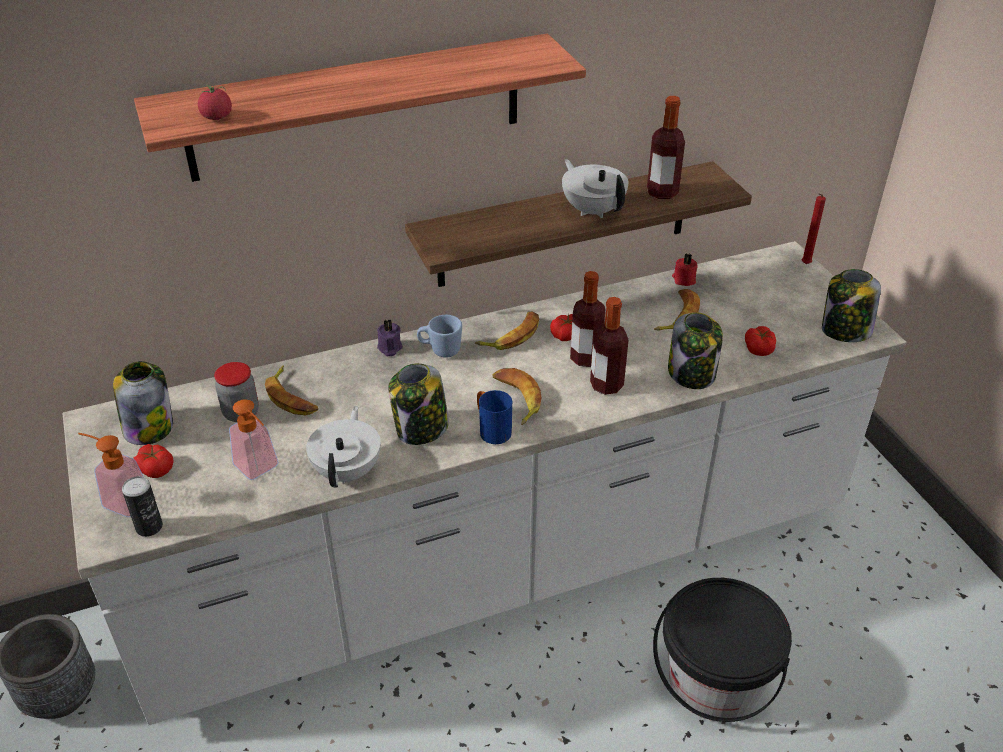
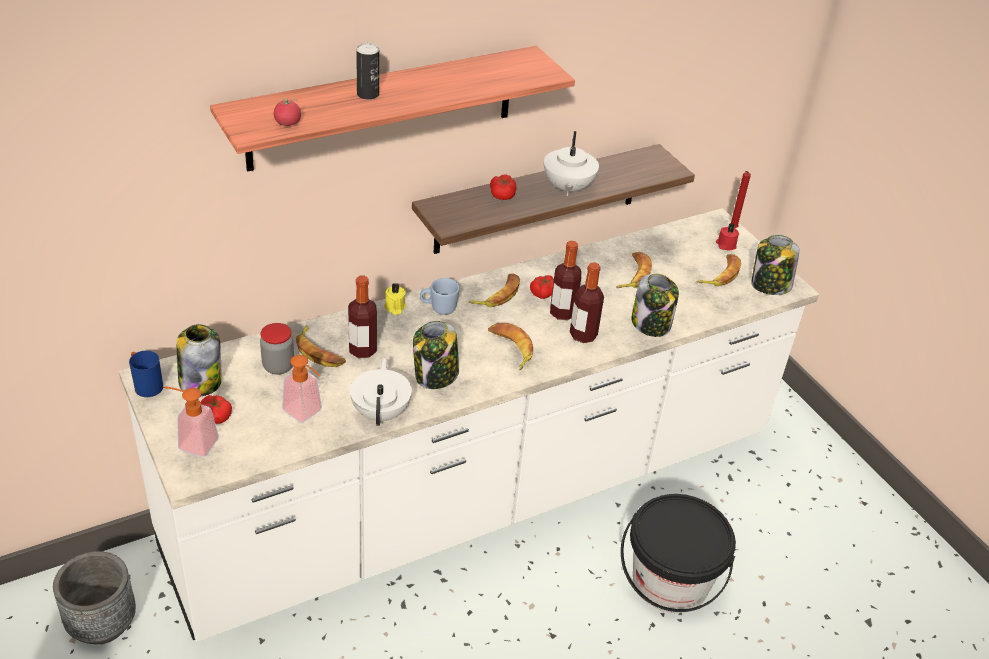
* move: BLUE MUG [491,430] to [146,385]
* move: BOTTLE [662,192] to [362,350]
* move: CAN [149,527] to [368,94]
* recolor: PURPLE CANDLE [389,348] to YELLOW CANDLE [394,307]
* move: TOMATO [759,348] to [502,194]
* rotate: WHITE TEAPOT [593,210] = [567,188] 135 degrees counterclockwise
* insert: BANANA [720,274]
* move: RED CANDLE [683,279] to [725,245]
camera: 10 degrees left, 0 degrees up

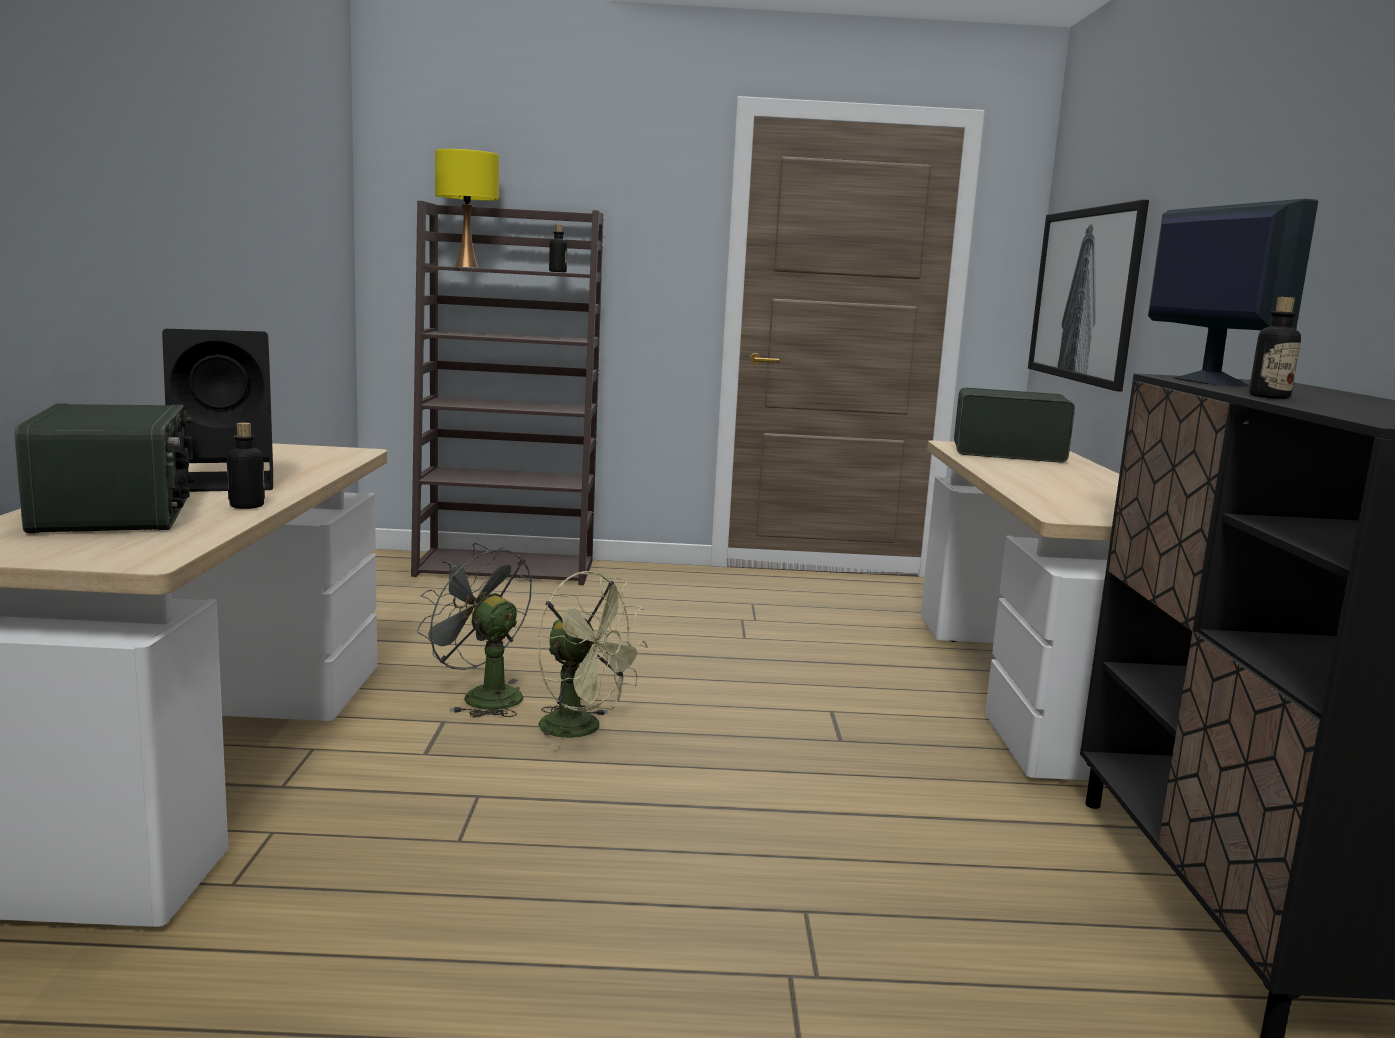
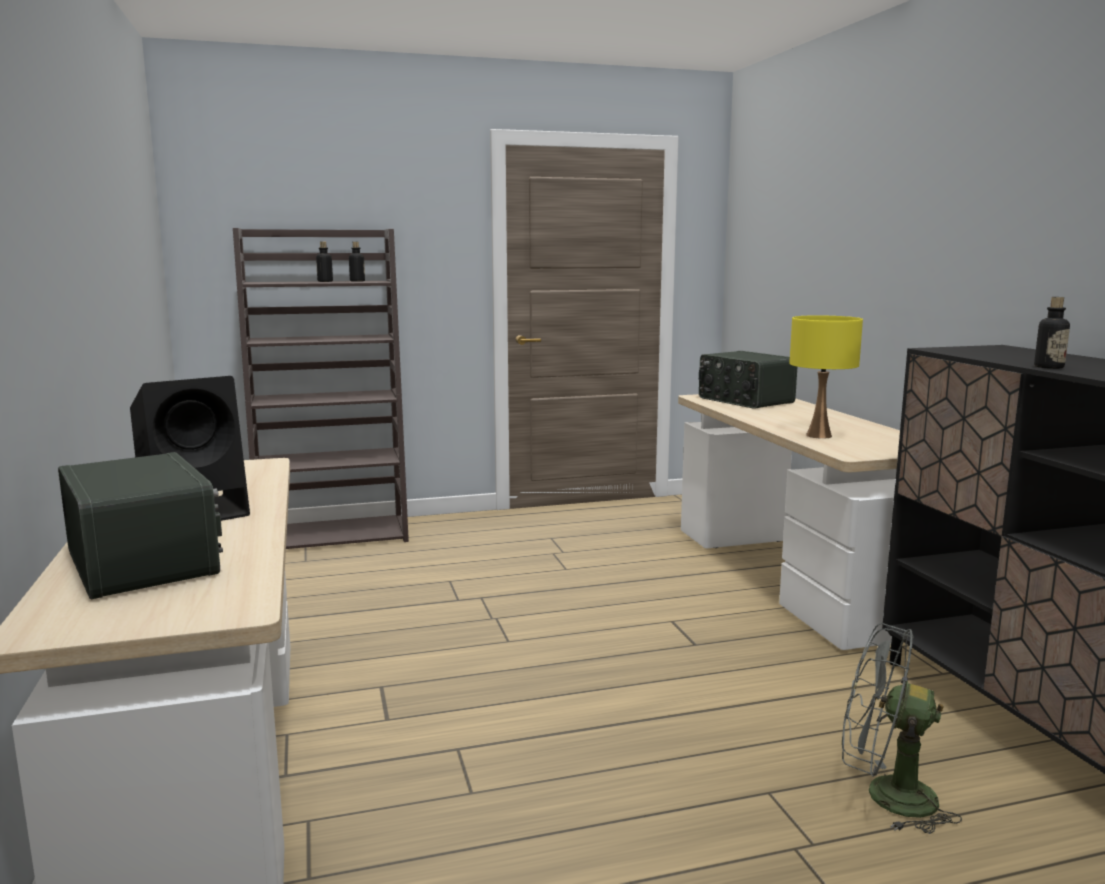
* move: BOTTLE [247,506] to [325,281]
* rotate: RADIO [1008,453] = [744,400] 120 degrees counterclockwise
* move: YELLOW TABLE LAMP [466,267] to [818,435]
* move: GREY FAN [481,696] to [885,796]
* delete: GREEN FAN [583,729]
* delete: PICTURE [1086,295]
* delete: MONITOR [1208,381]
camera: 15 degrees left, 0 degrees up

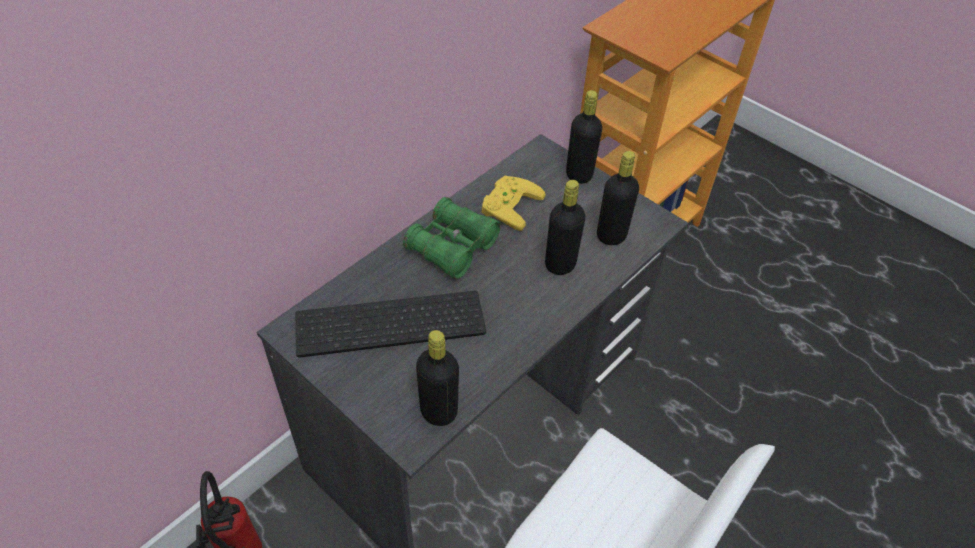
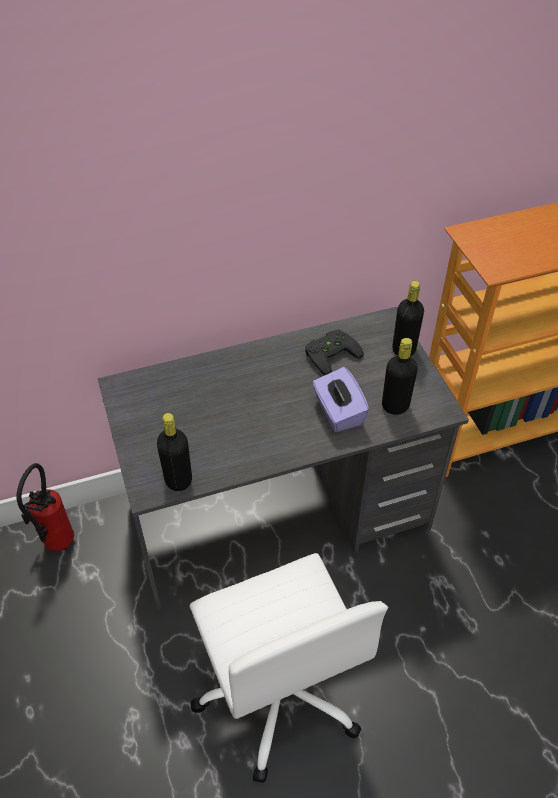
* recolor: YELLOW GAME CONTROLLER [508,204] to BLACK GAME CONTROLLER [330,353]
* replace: BLACK BOTTLE [560,264] to PURPLE TISSUE BOX [338,412]
* delete: KEYBOARD [388,327]
* delete: GREEN BINOCULARS [452,247]
camera: 30 degrees right, 0 degrees up

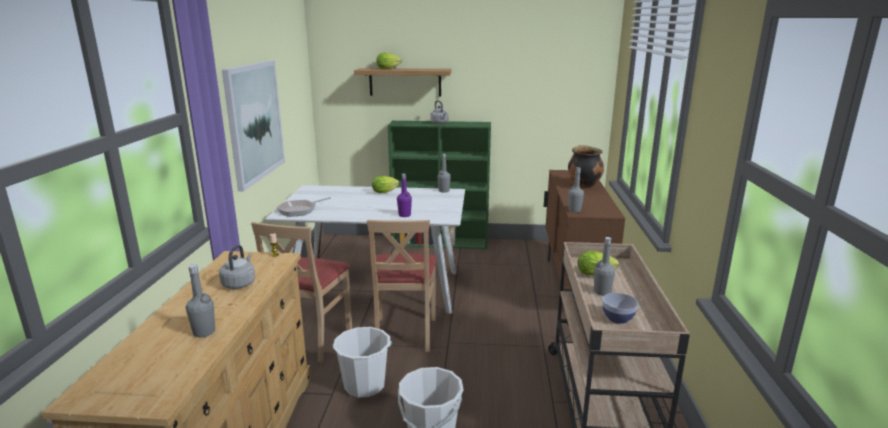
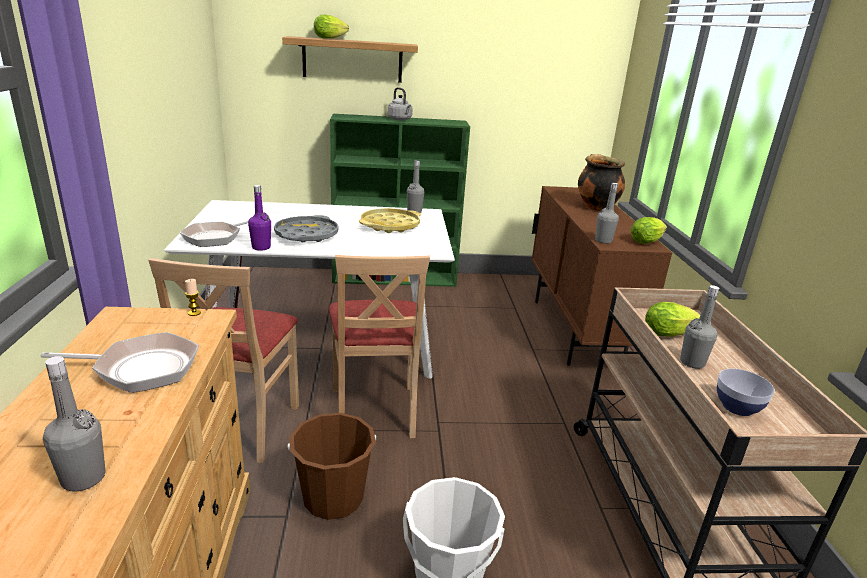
* replace: GREY KETTLE [239,283] to FRYING PAN [141,368]
* move: PURPLE BOTTLE [404,215] to [261,247]
* insert: GREY TRAY [306,235]
* recolor: WHITE BUCKET [364,385] to BROWN BUCKET [333,498]
* insert: YELLOW TRAY [390,225]
* move: LETTUCE [386,192] to [647,242]
* delete: PICTURE [254,121]
camera: 10 degrees left, 5 degrees up

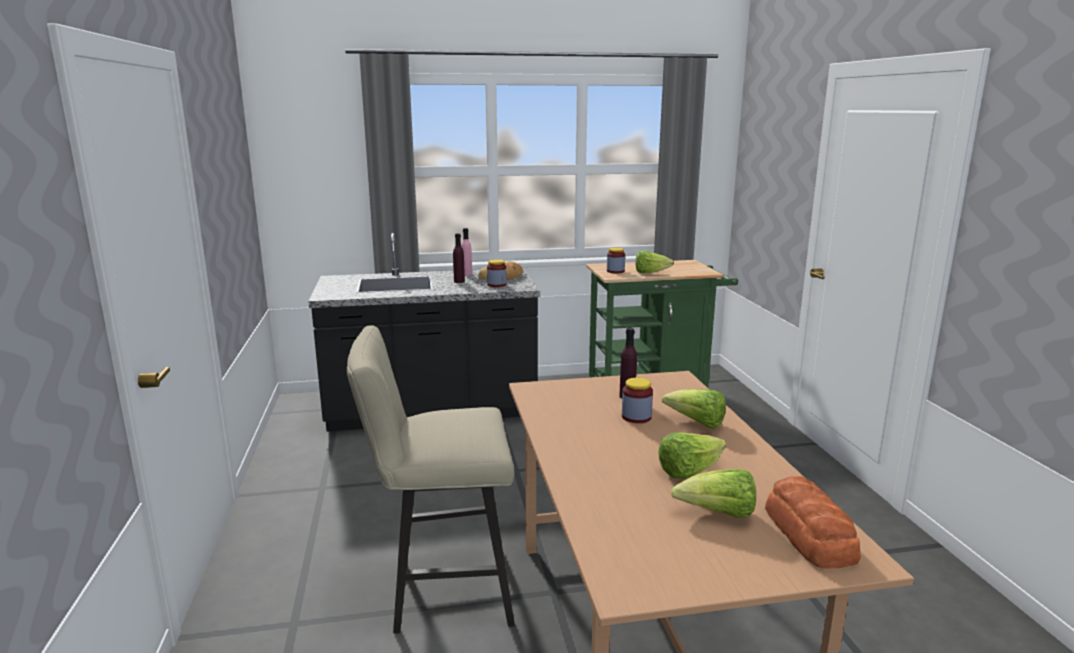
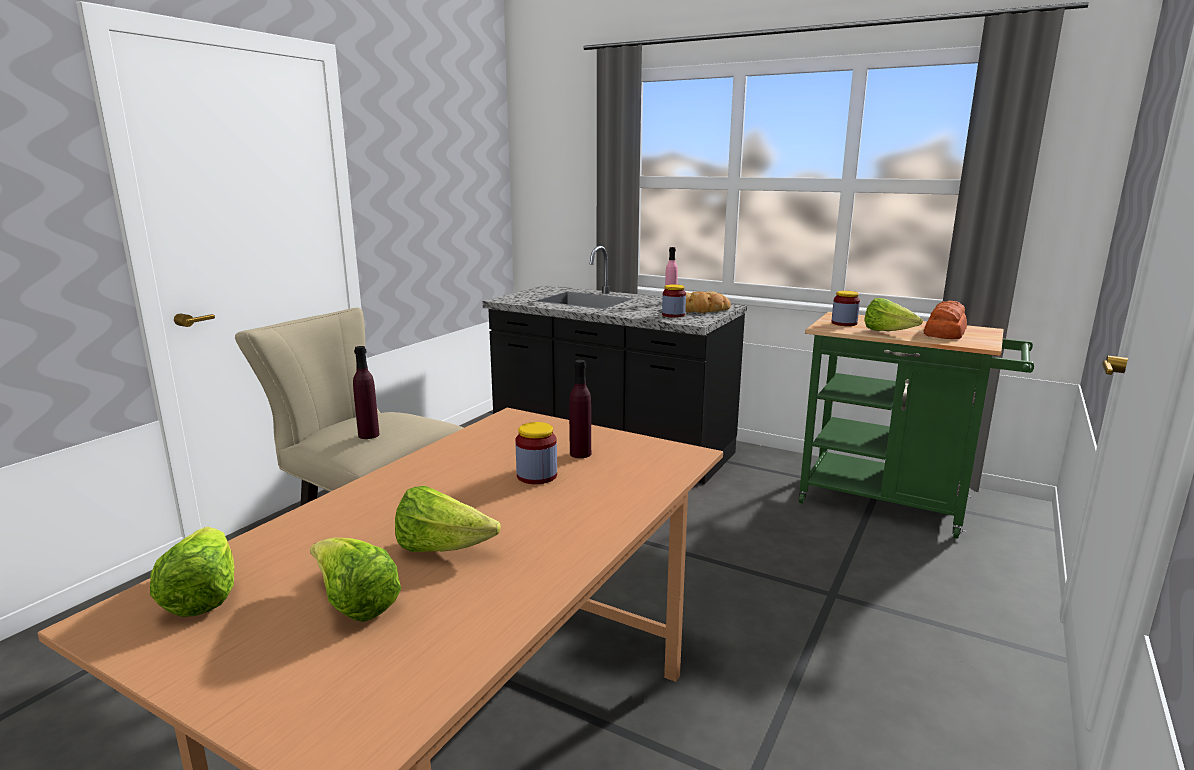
* move: LETTUCE [696,423] to [203,595]
* move: PURPLE BOTTLE [459,281] to [368,435]
* move: BREAD [809,535] to [944,331]
camera: 40 degrees right, 0 degrees up

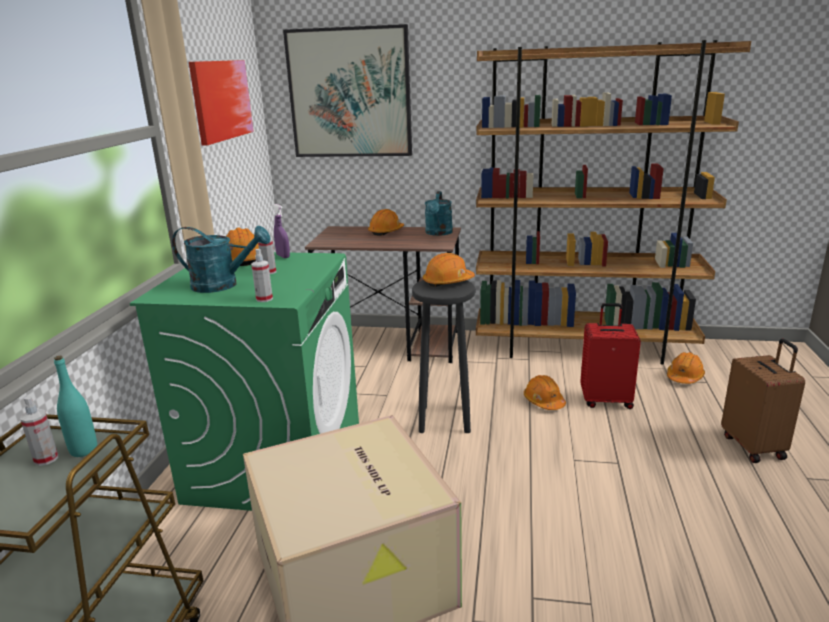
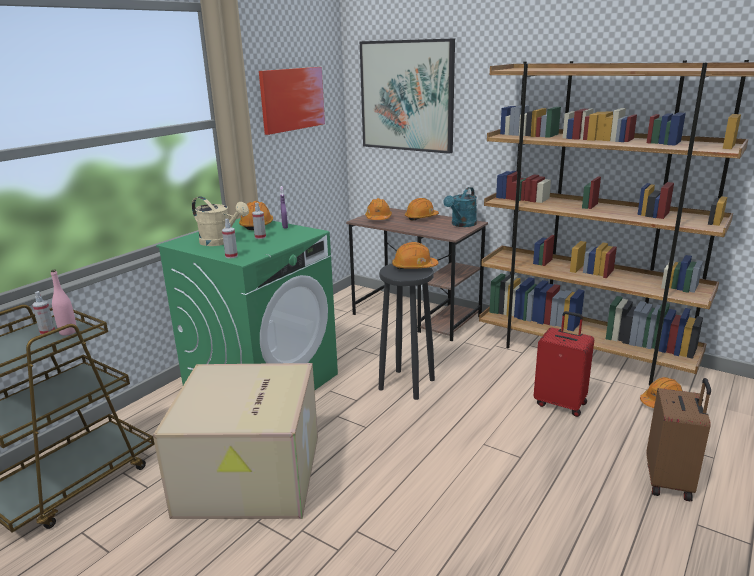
* recolor: TURQUOISE BOTTLE [84,450] to PINK BOTTLE [68,332]
* recolor: TURQUOISE WATERING CAN [223,285] to BEIGE WATERING CAN [221,242]
* move: ORANGE HARD HAT [544,401] to [378,218]
camera: 25 degrees right, 0 degrees up

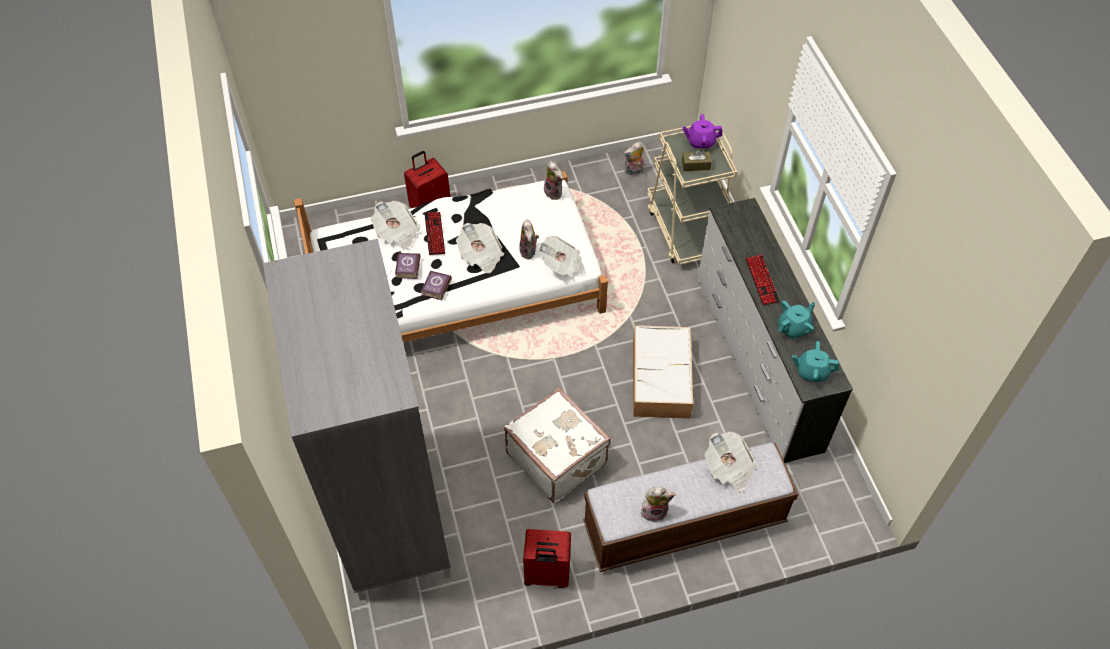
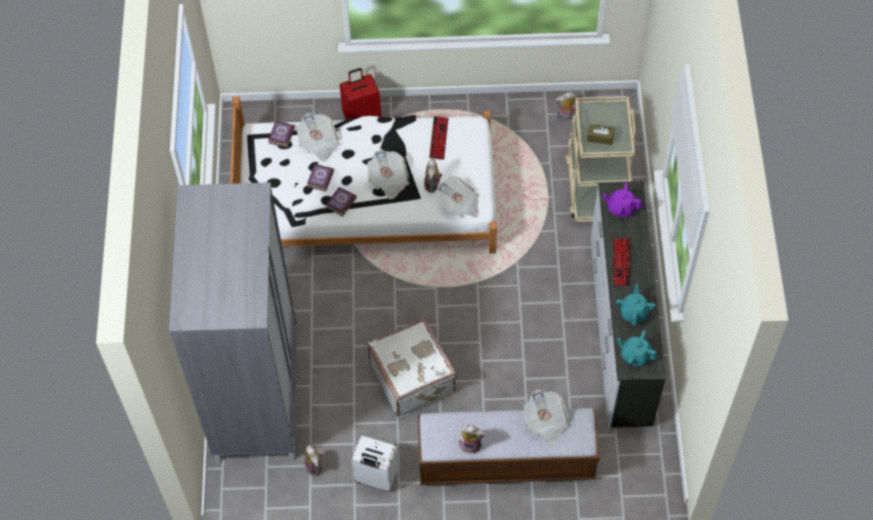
* insert: BOOK [281,136]
* move: PLUSH TOY [554,192] to [315,467]
* recolor: RED SUITCASE [546,575] to WHITE SUITCASE [375,477]
* move: KEYBOARD [434,234] to [438,138]
* move: PURPLE TEAPOT [700,142] to [621,208]
* rotate: TURQUOISE TEAPOT [793,328] = [634,312] 60 degrees counterclockwise
* delete: STORAGE BOX [661,380]
camera: 15 degrees right, 5 degrees up

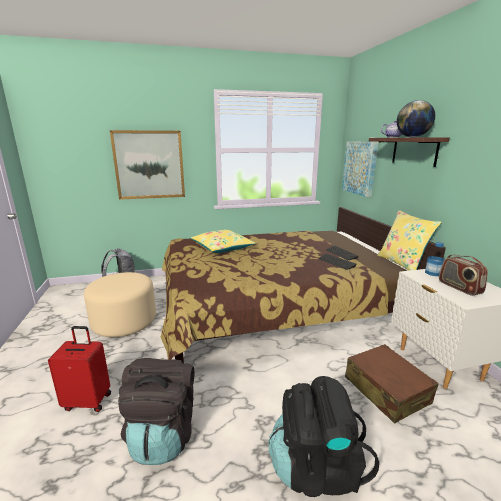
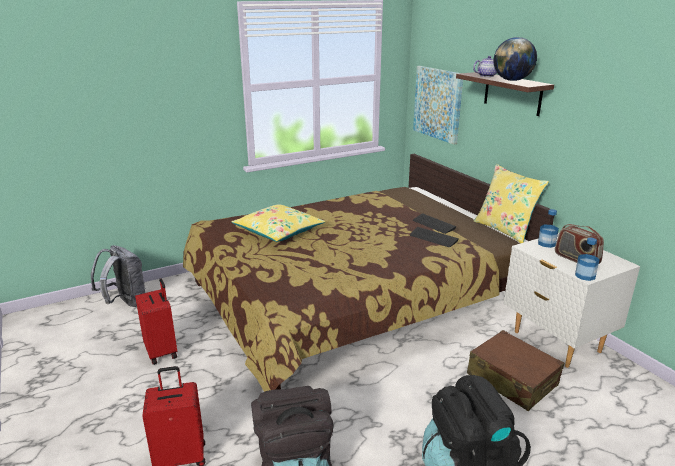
* replace: BEIGE OTTOMAN [124,322] to RED SUITCASE [162,352]
* insert: BOTTLE [585,276]
* delete: PICTURE [149,165]
camera: 15 degrees left, 5 degrees up

